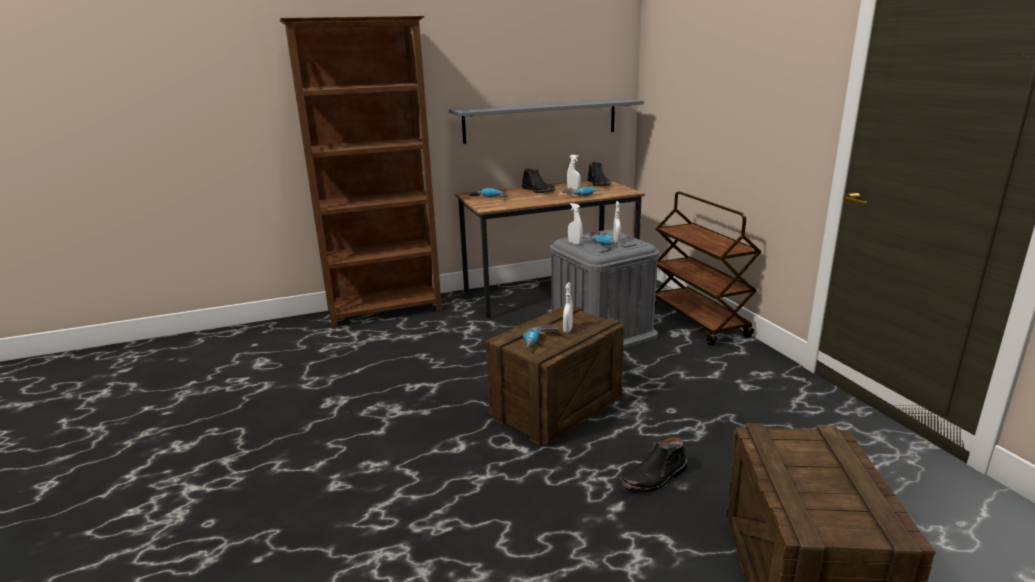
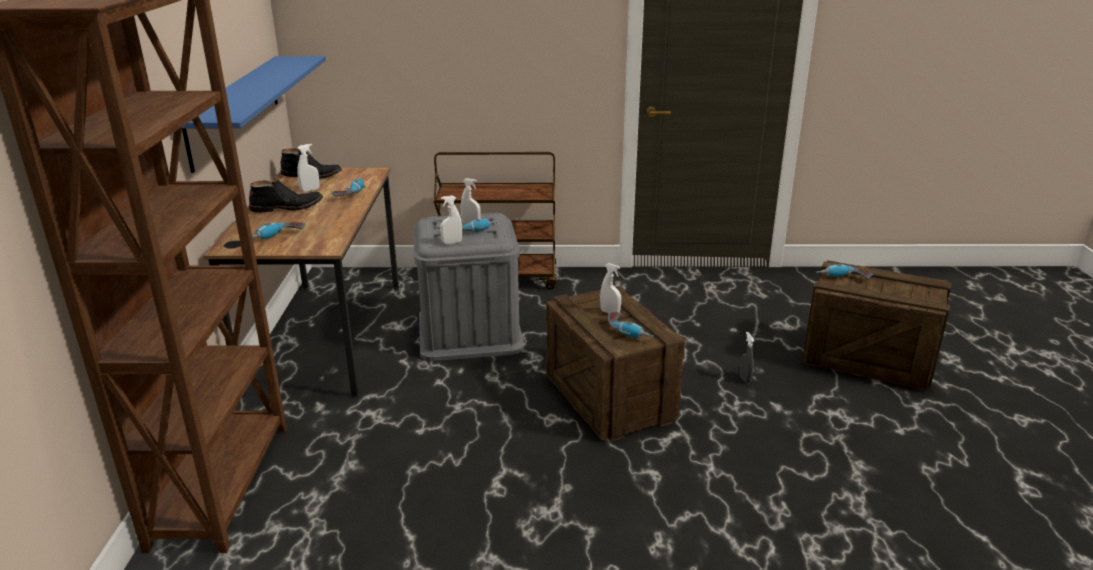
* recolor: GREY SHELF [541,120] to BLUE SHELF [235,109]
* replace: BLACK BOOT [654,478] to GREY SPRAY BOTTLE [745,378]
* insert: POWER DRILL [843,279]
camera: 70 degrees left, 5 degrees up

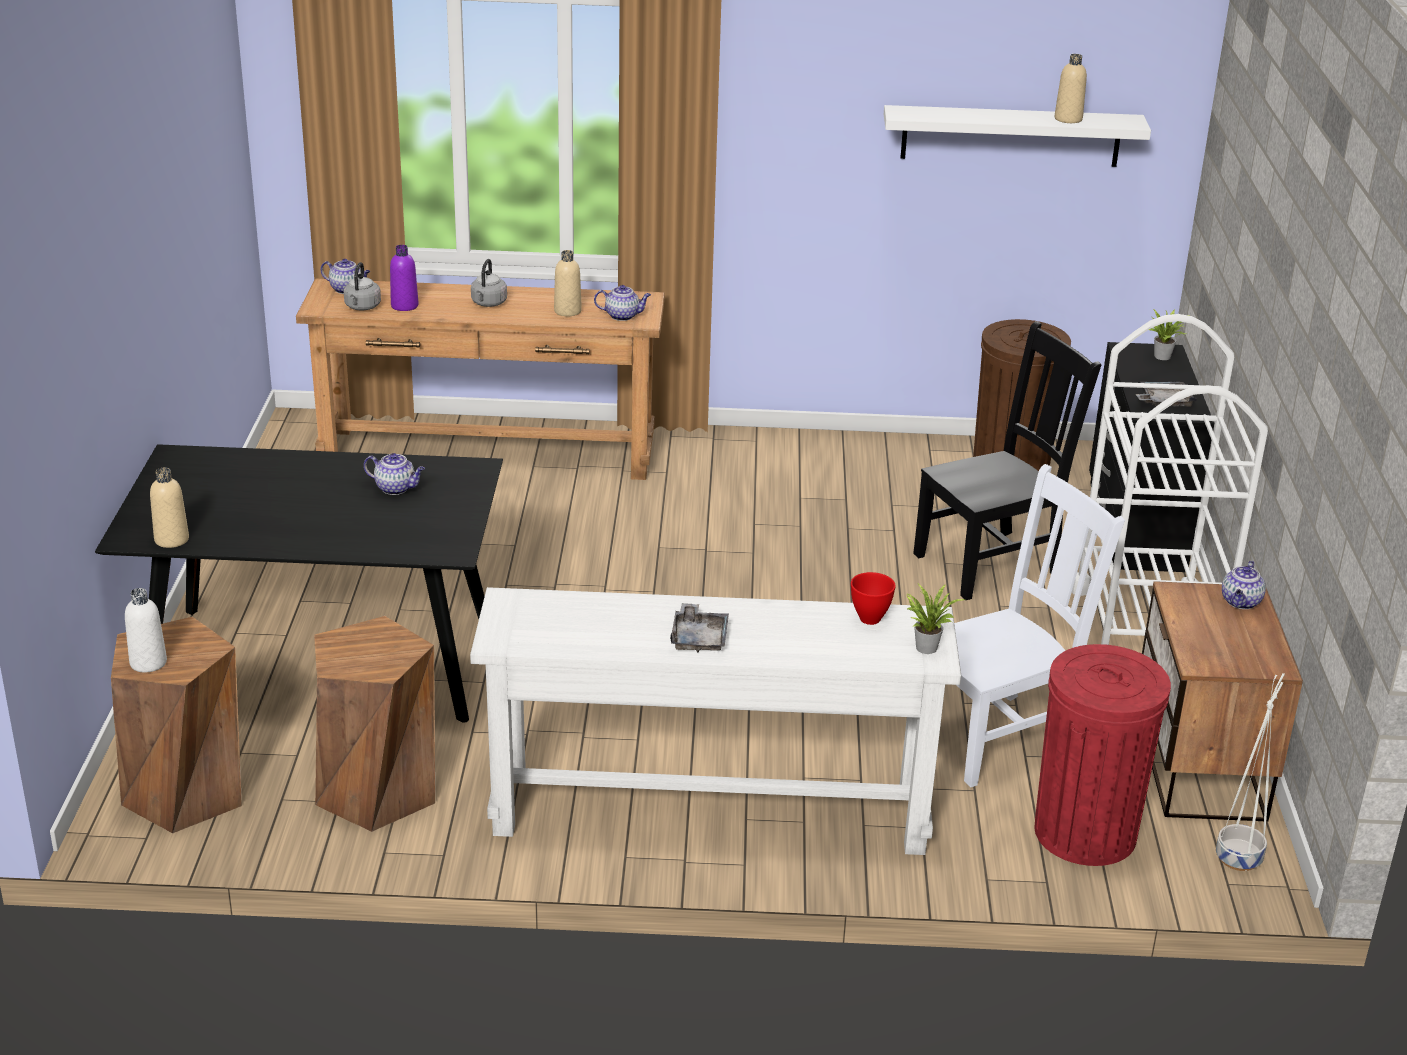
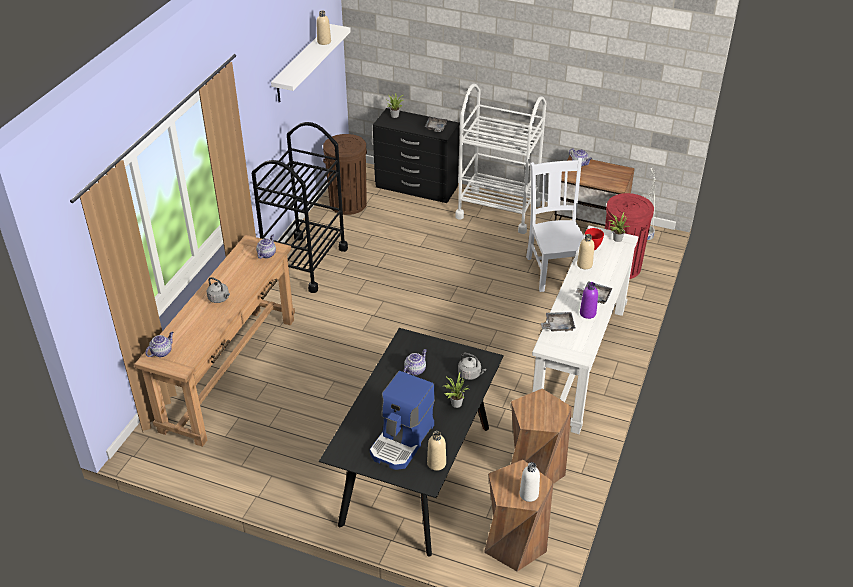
* insert: BLACK CART [305,263]
* insert: COFFEE MACHINE [402,441]
* insert: POTTED PLANT [455,403]
* move: GREY KETTLE [362,307] to [470,374]
* insert: GREY TRAY [558,325]
* move: BEIGE BOTTLE [567,311] to [584,264]
* move: PURPLE BOTTLE [404,306] to [587,313]
* delete: BLACK CHAIR [992,563]
camera: 70 degrees left, 10 degrees up

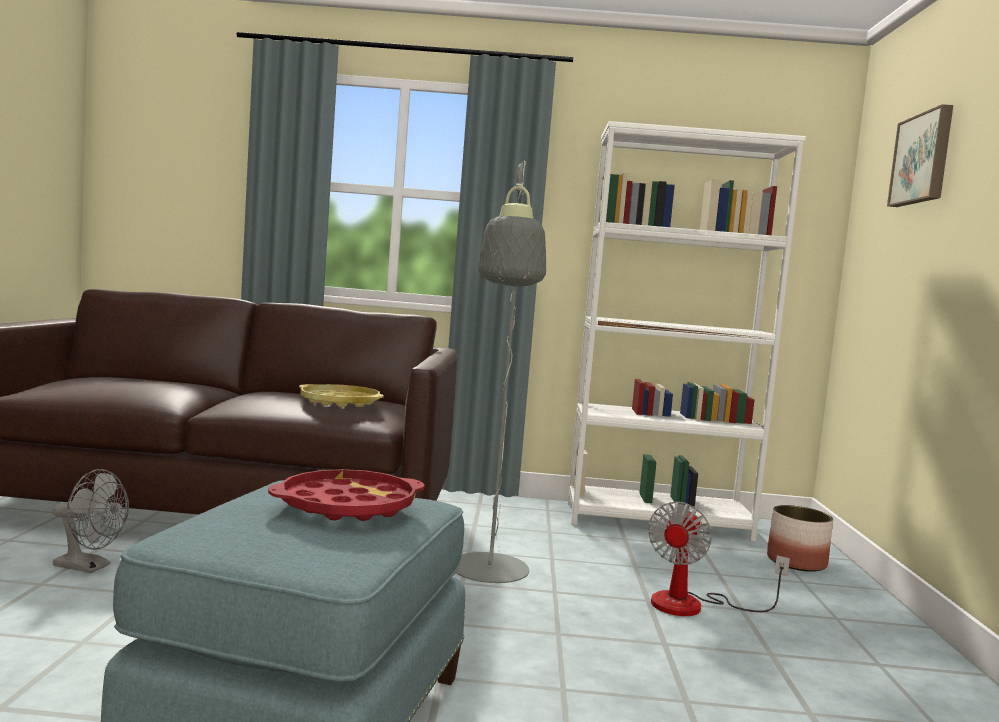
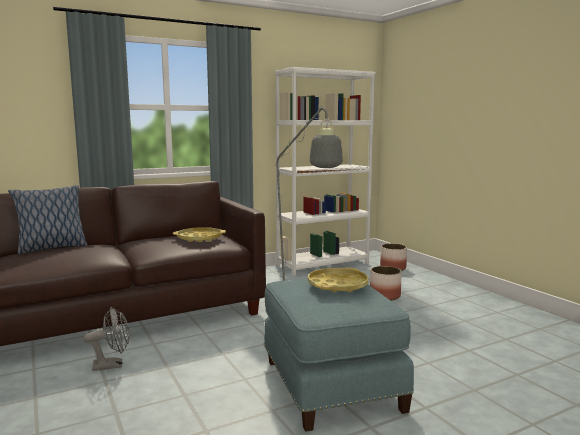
* insert: PILLOW [51,248]
* recolor: RED TRAY [347,506] to YELLOW TRAY [337,285]
* replace: FAN [694,605] to PLANTER [385,296]
* delete: PICTURE [923,159]
camera: 30 degrees left, 5 degrees up

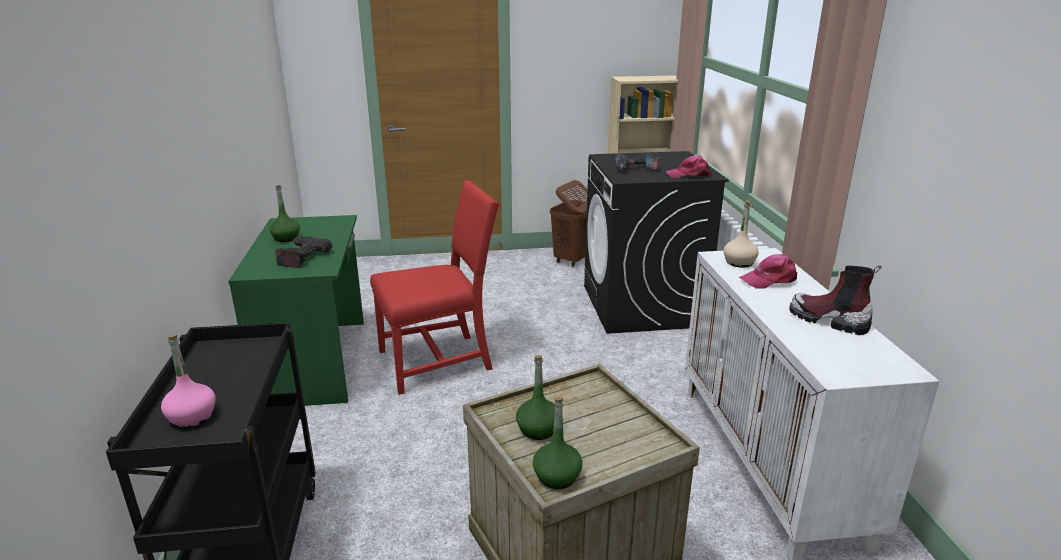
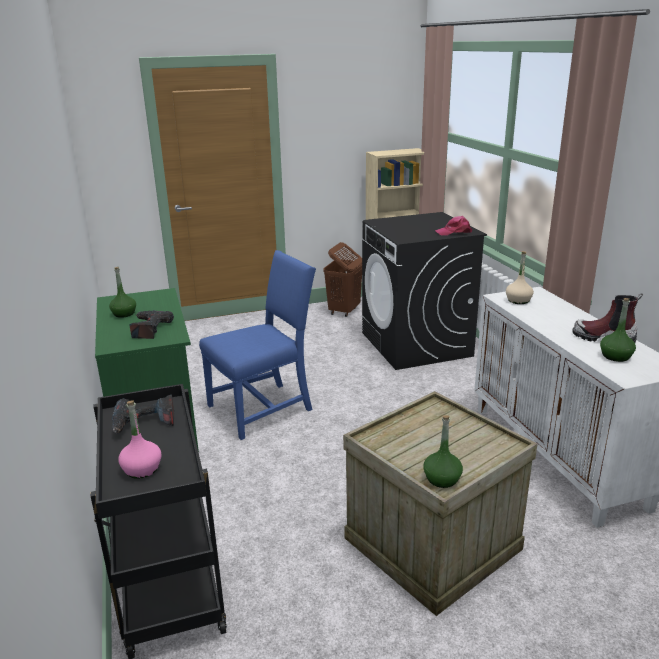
* move: POWER DRILL [636,169] to [144,423]
* recolor: RED CHAIR [439,361] to BLUE CHAIR [263,408]
* move: GREEN BOTTLE [538,430] to [615,356]
* delete: PINK CAP [769,280]
camera: 10 degrees left, 0 degrees up

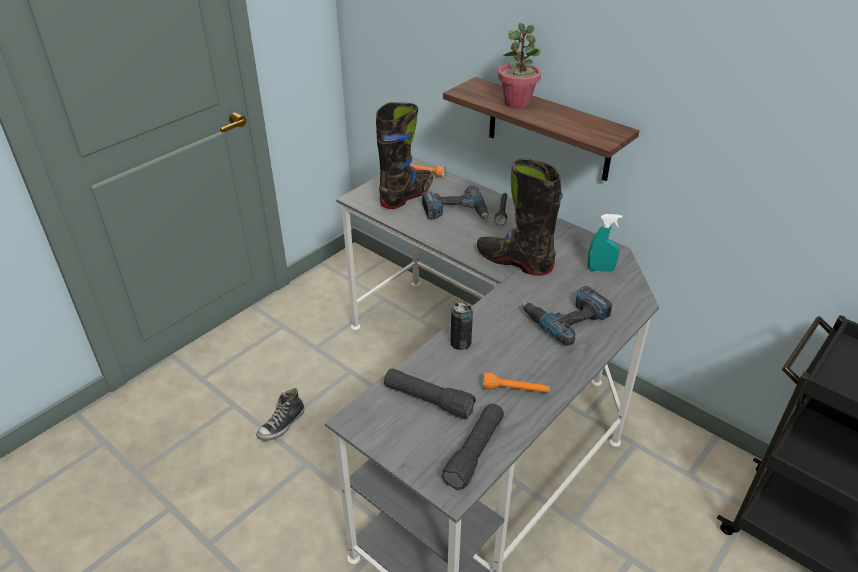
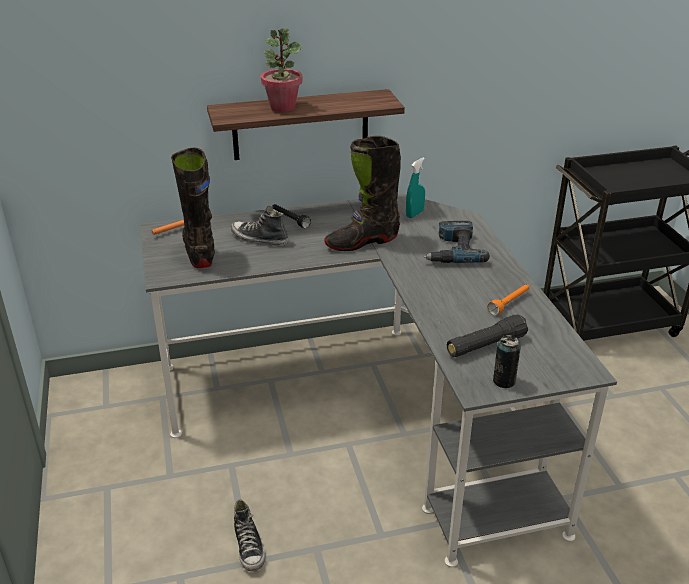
* replace: POWER DRILL [455,212] to SHOE [259,239]
* move: CAN [460,343] to [504,381]
* delete: BLACK FLASHLIGHT [474,452]
camera: 55 degrees left, 5 degrees down

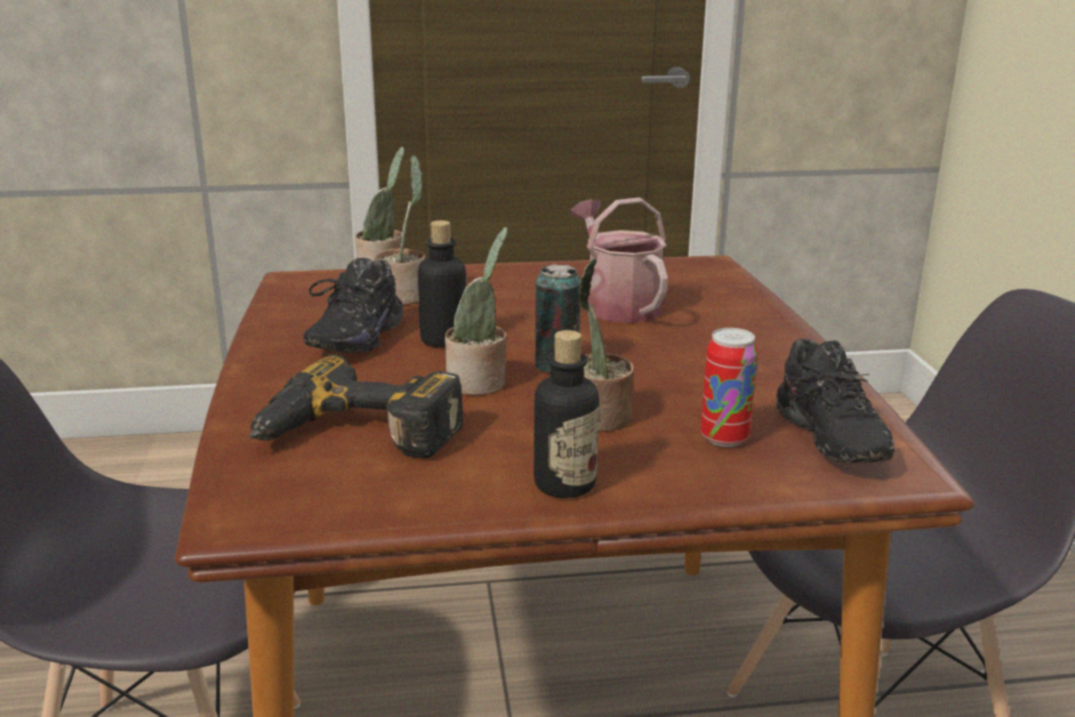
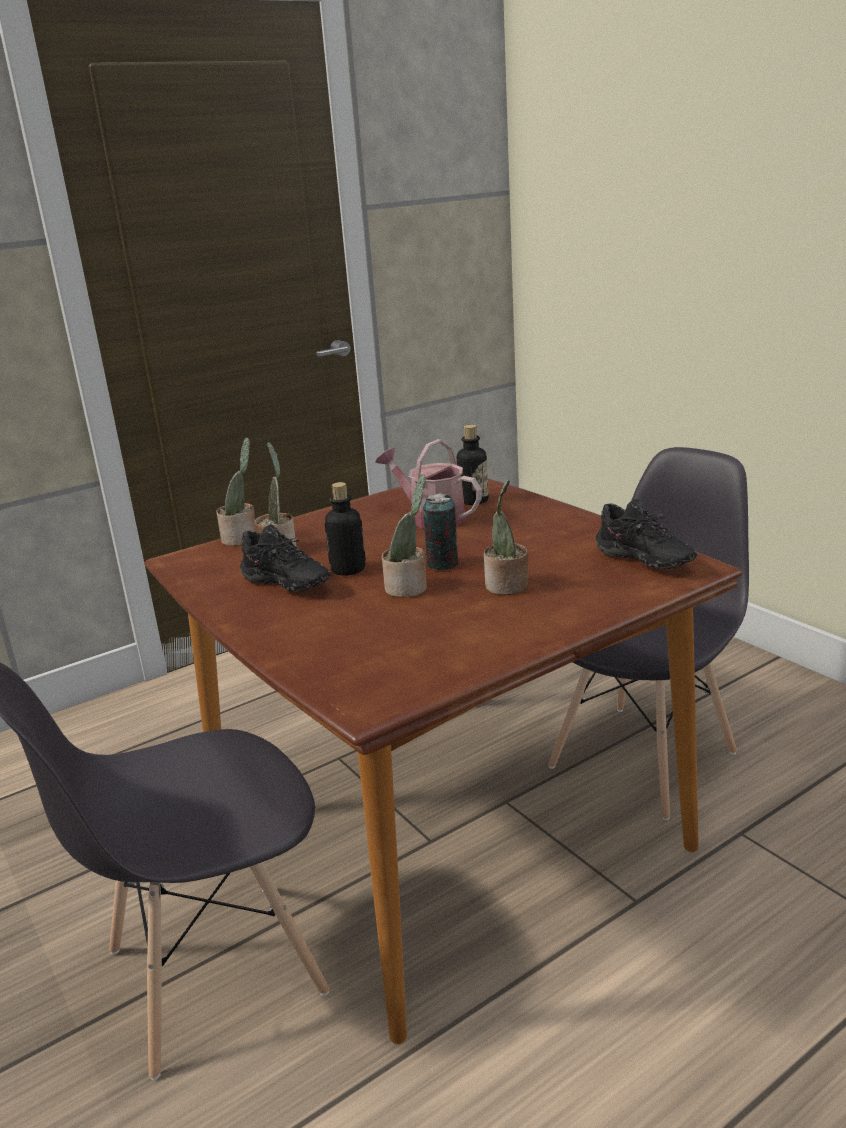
* rotate: BLACK SHOE [352,339] = [283,586] 45 degrees counterclockwise
* move: BOTTLE [564,484] to [473,500]
* delete: POWER DRILL [355,437]
* delete: CAN [724,438]
camera: 25 degrees left, 0 degrees up

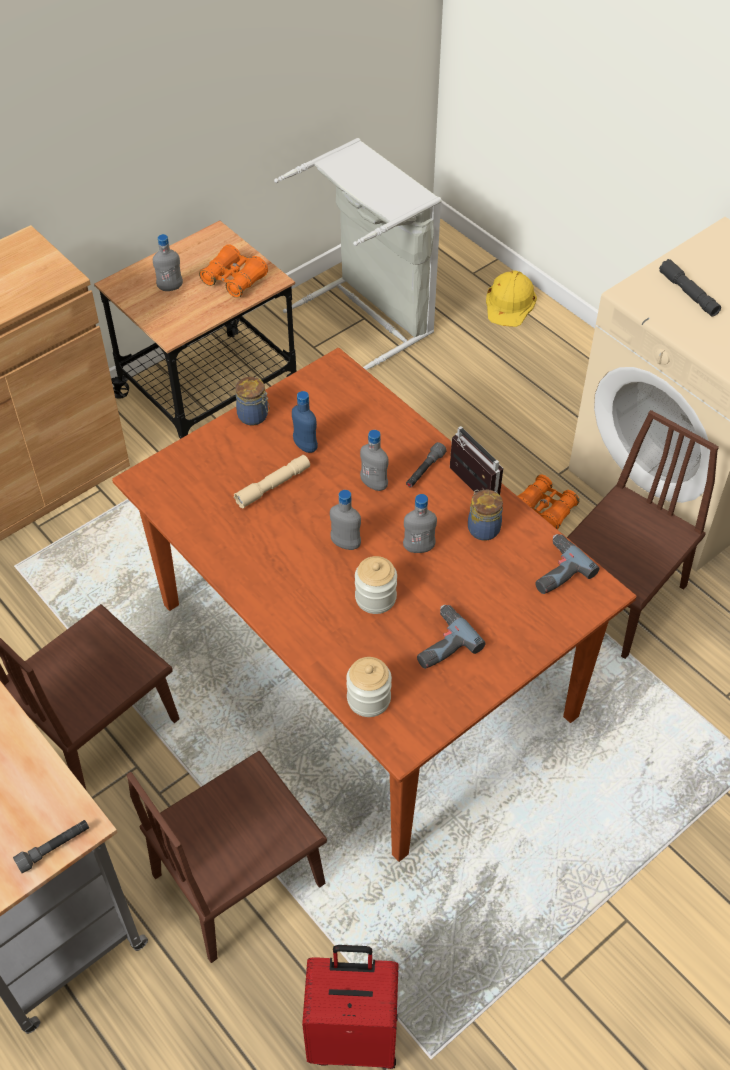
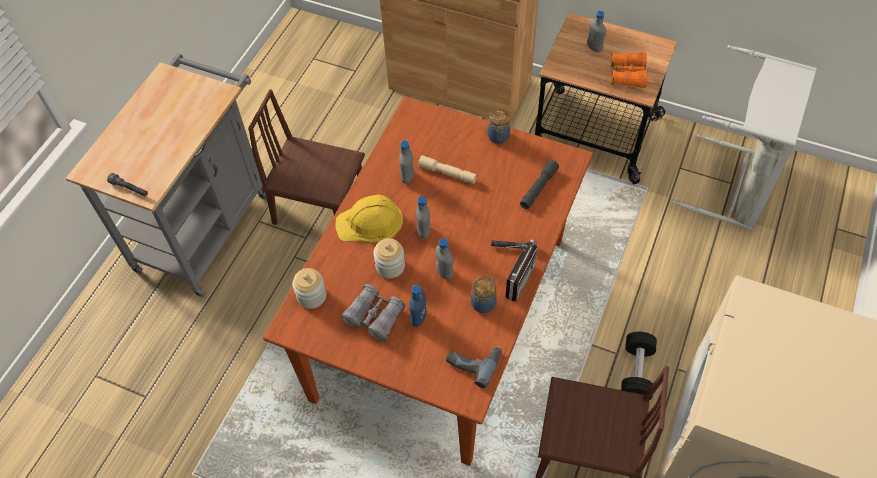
* move: YELLOW HARD HAT [510,303] to [370,222]
* replace: POWER DRILL [440,642] to GREY BINOCULARS [374,317]
* move: GREY BOTTLE [374,484] to [407,177]
* move: BLUE BOTTLE [305,446] to [418,318]
* move: GREY FLASHLIGHT [688,294] to [538,188]
* replace: ORANGE BINOCULARS [544,509] to BLACK DUMBBELL [636,372]
* delete: BROWN CHAIR [239,879]
* delete: RED SUITCASE [354,1036]
camera: 65 degrees right, 5 degrees up

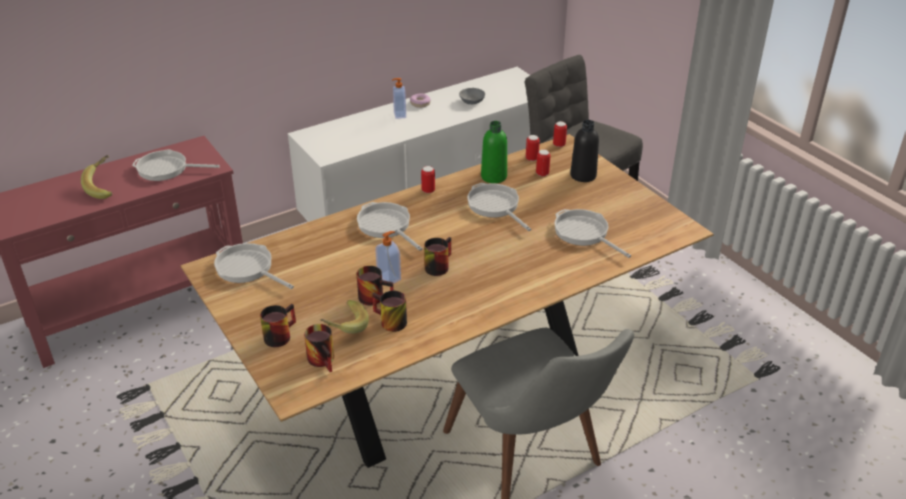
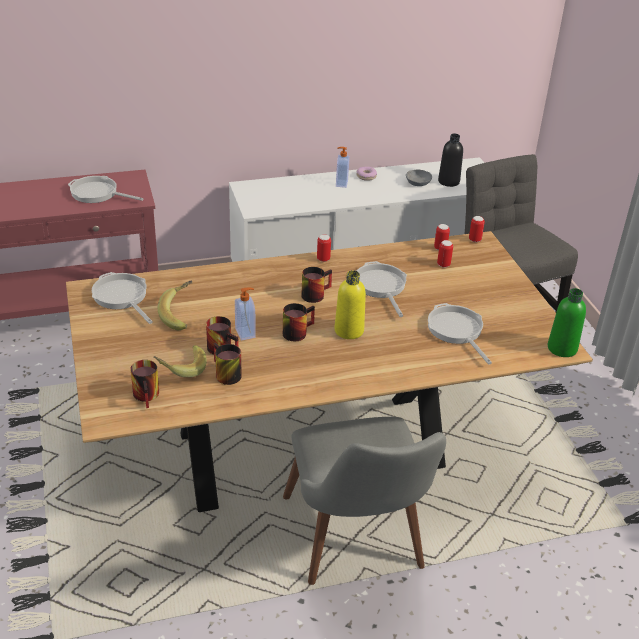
* move: BANANA [104,187] to [181,315]
* move: MUG [278,334] to [314,293]
* insert: YELLOW BOTTLE [349,331]
* move: BLACK BOTTLE [583,175] to [448,181]
* move: GREEN BOTTLE [493,176] to [562,348]
* delete: FRYING PAN [386,226]
camera: 15 degrees right, 0 degrees up

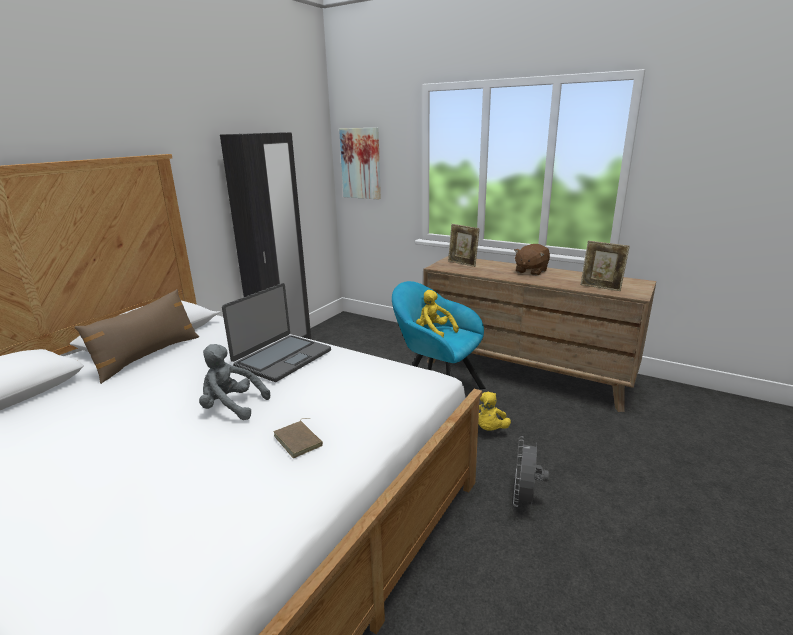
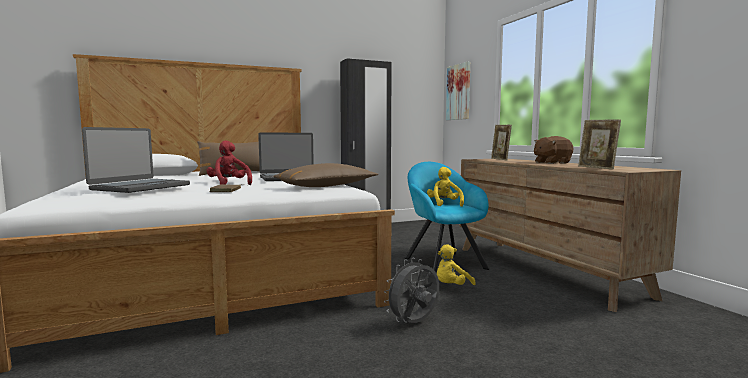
* insert: LAPTOP [140,187]
* recolor: GREY PLUSH TOY [231,407] to RED PLUSH TOY [229,184]
* insert: BROWN PILLOW [326,186]
camera: 35 degrees right, 15 degrees down

